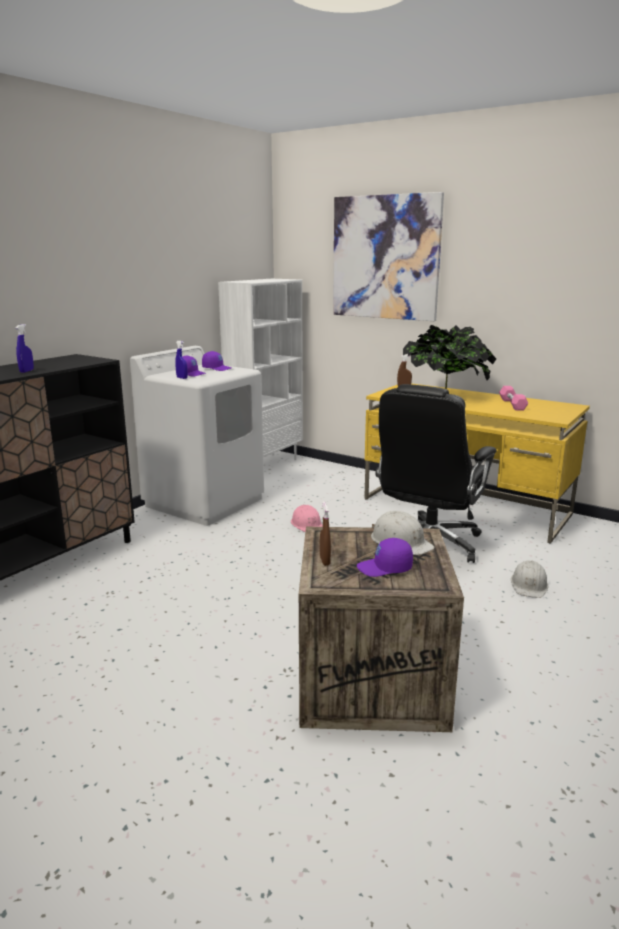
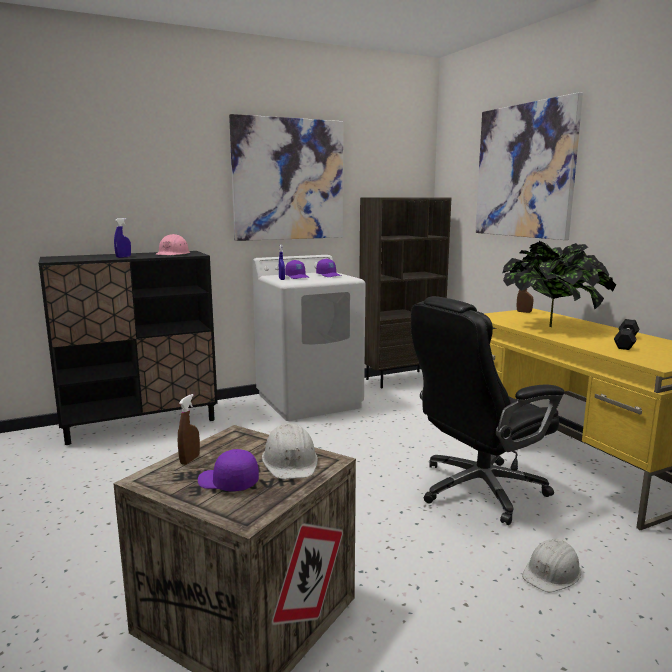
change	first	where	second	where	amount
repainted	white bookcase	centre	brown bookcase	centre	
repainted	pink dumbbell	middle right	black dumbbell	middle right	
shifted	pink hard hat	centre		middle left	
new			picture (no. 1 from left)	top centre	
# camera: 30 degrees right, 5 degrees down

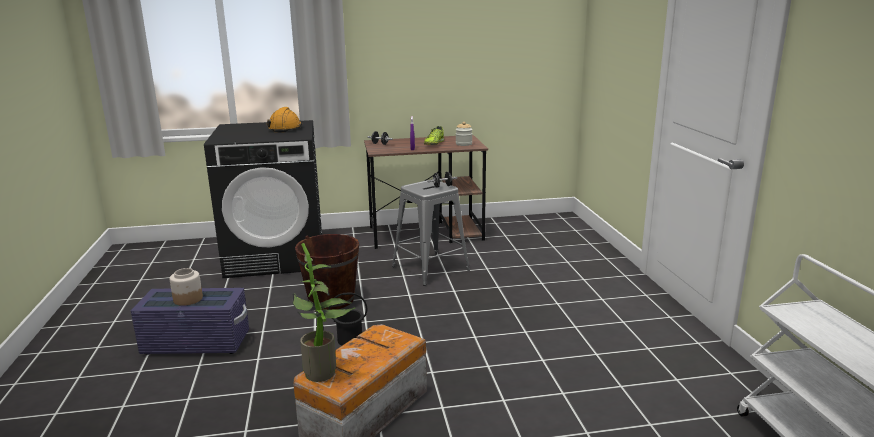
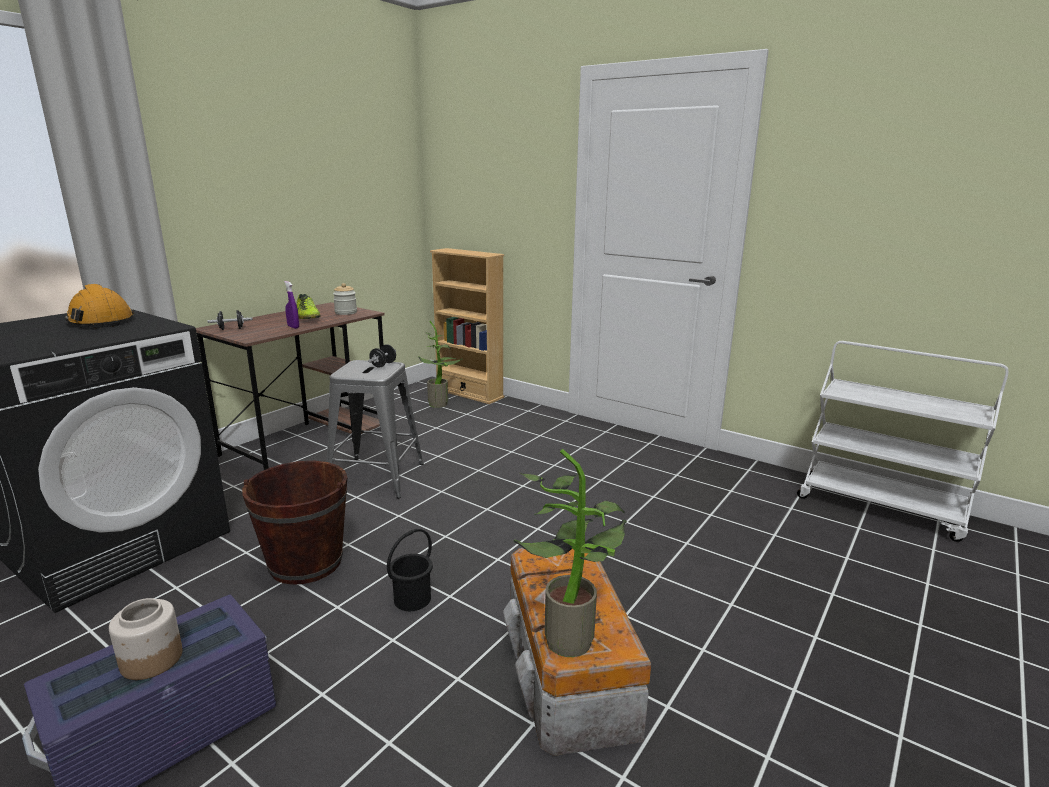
change	first	where	second	where	amount
new			beige bookcase	centre	
new			potted plant (no. 1 from left)	centre	
# camera: 45 degrees left, 0 degrees up

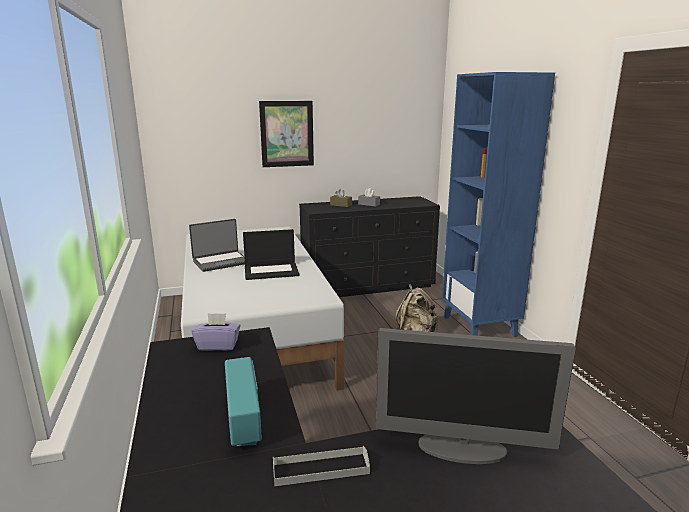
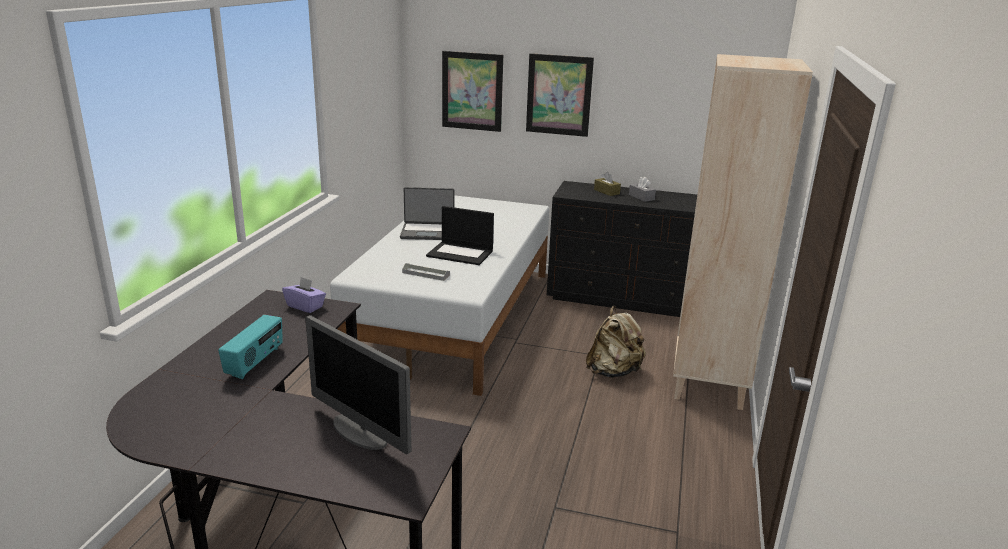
change	first	where	second	where	amount
repainted	blue bookcase	middle right	beige bookcase	middle right	
shifted	grey tray	bottom centre		centre	
new			picture (no. 1 from left)	top centre	
# camera: 30 degrees right, 5 degrees up

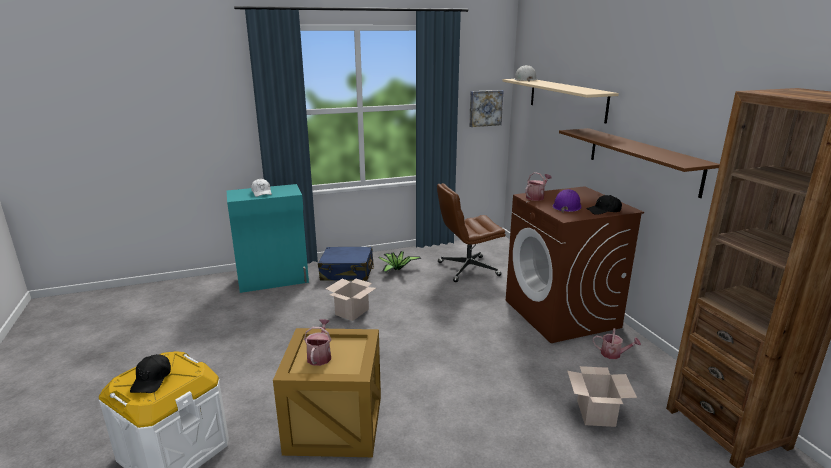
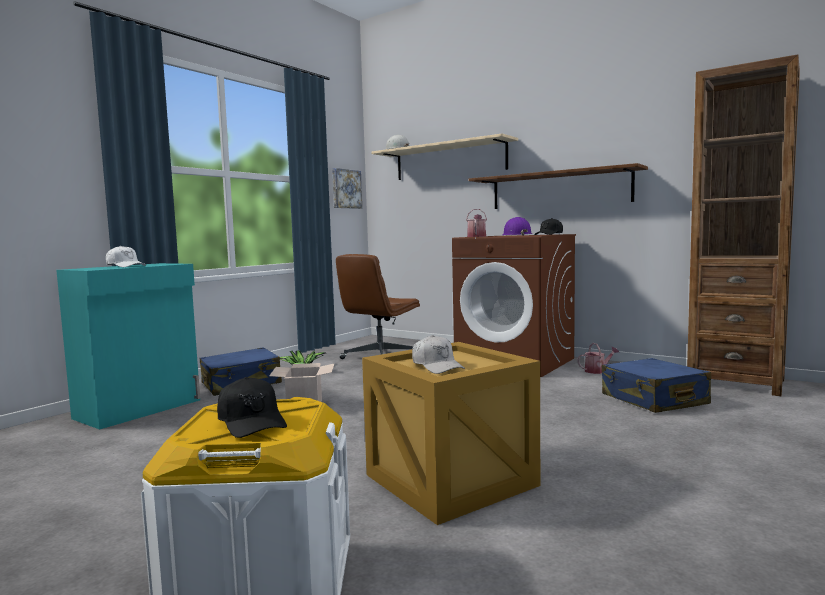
change	first	where	second	where	amount
swapped	watering can (no. 1 from left)	bottom centre	white cap (no. 2 from left)	centre	
swapped	cardboard box (no. 2 from left)	bottom right	blue suitcase (no. 2 from left)	middle right	
# camera: 35 degrees left, 15 degrees down

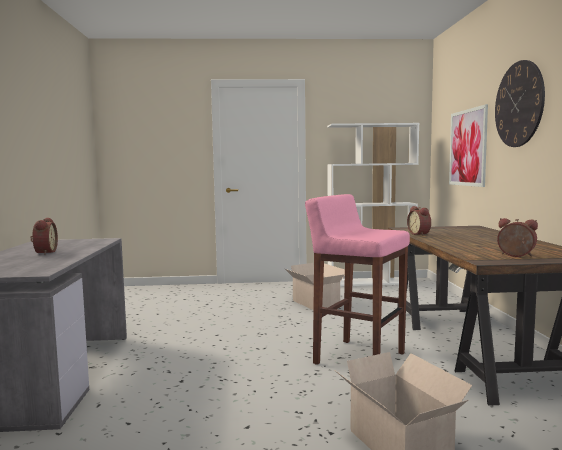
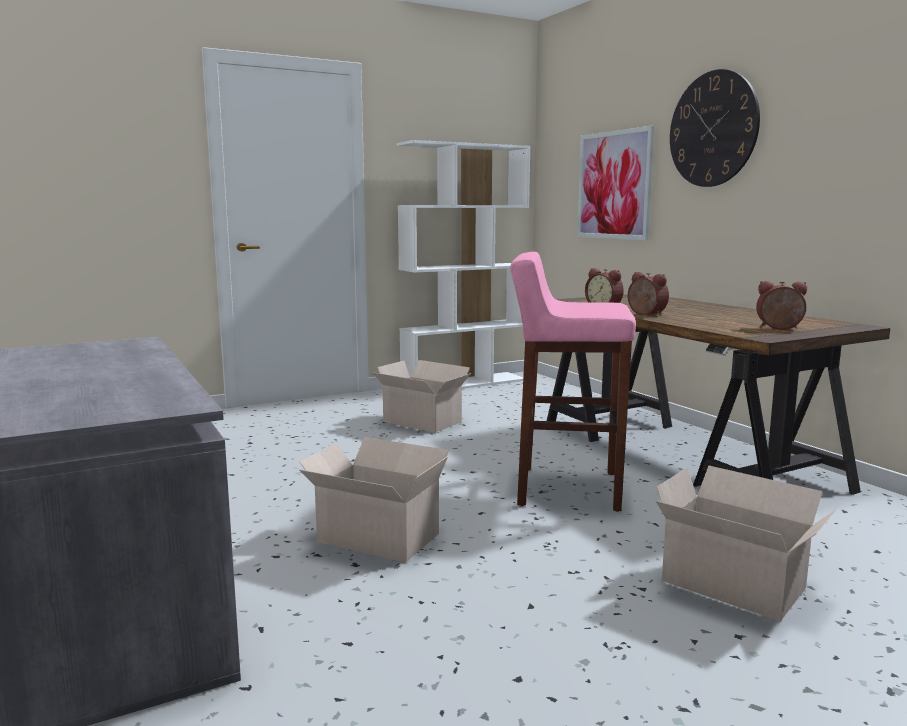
change	first	where	second	where	amount
shifted	alarm clock (no. 1 from left in the first image)	middle left	alarm clock (no. 2 from left)	middle right	
new			cardboard box (no. 1 from left)	bottom centre	
# camera: 25 degrees left, 5 degrees up

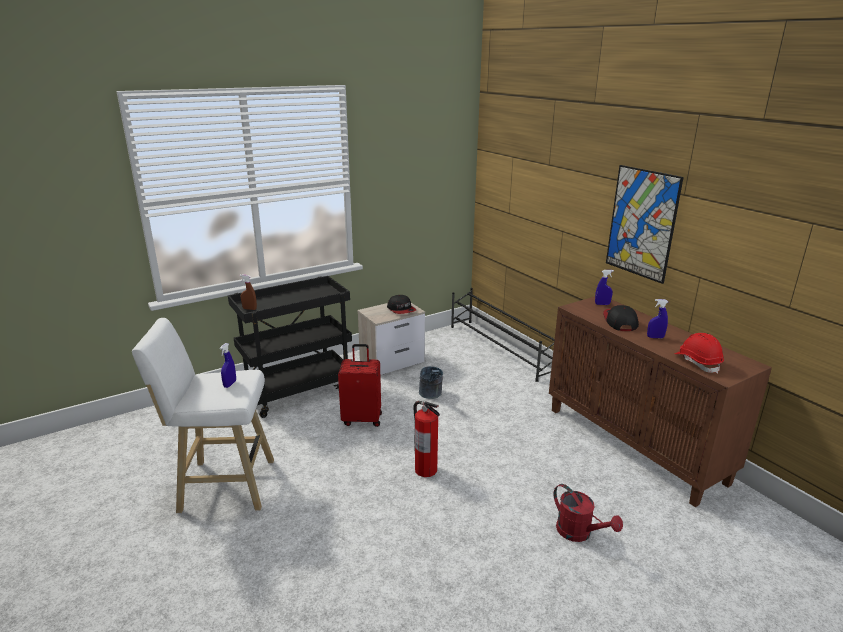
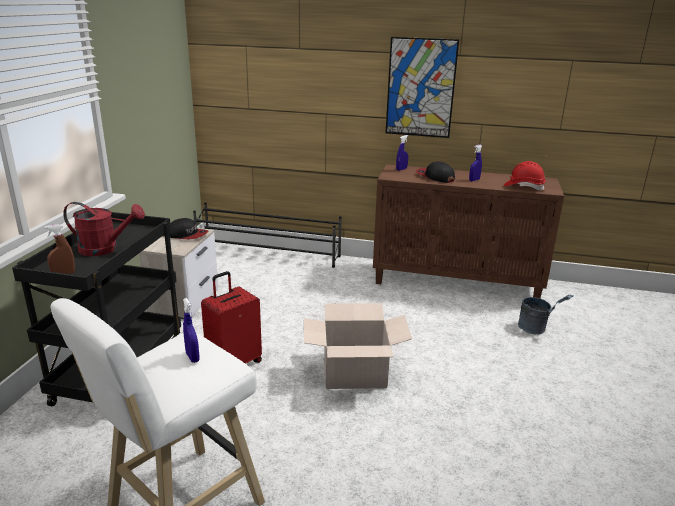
change	first	where	second	where	amount
shifted	grey bucket	centre		middle right	
swapped	fire extinguisher	bottom centre	cardboard box	bottom centre	
shifted	red watering can	bottom right		middle left	
# camera: 45 degrees left, 0 degrees up

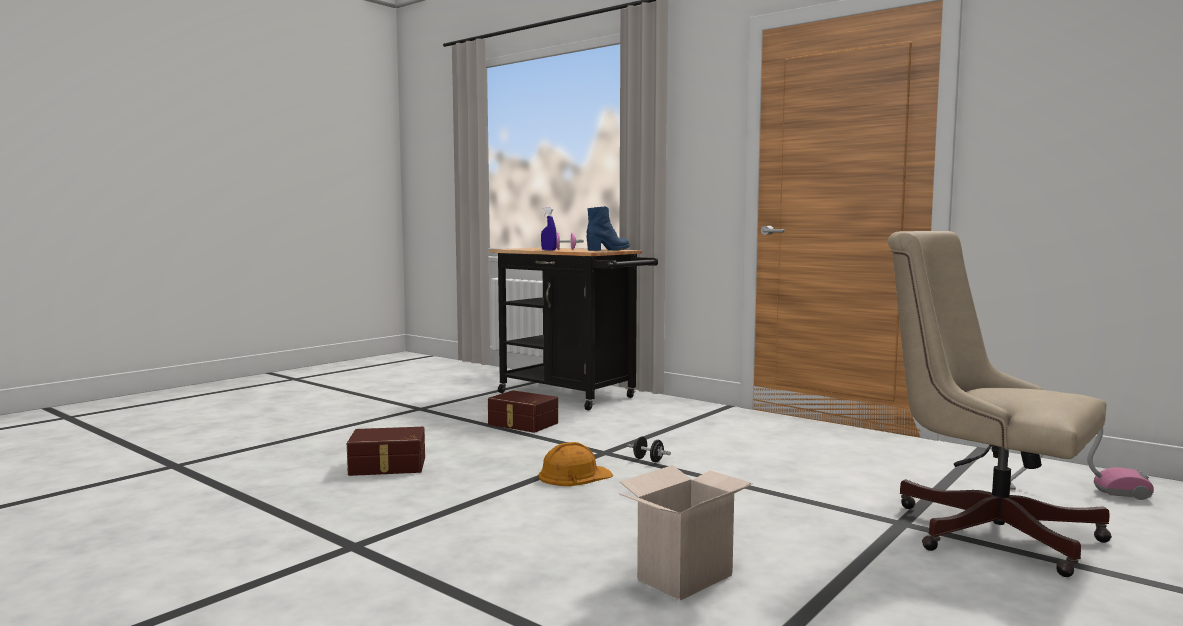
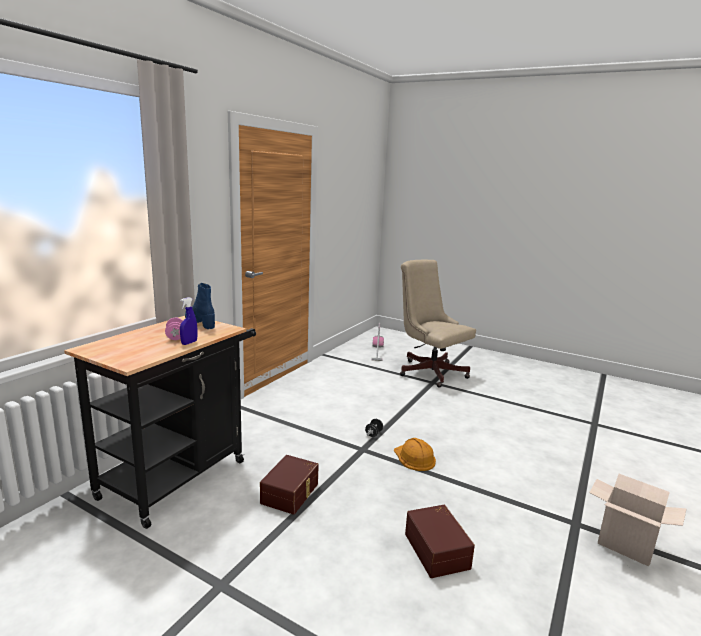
change	first	where	second	where	amount
rotated	beige office chair	middle right		centre	105 degrees clockwise
shifted	cardboard box	bottom centre		bottom right	
# camera: 100 degrees left, 10 degrees up

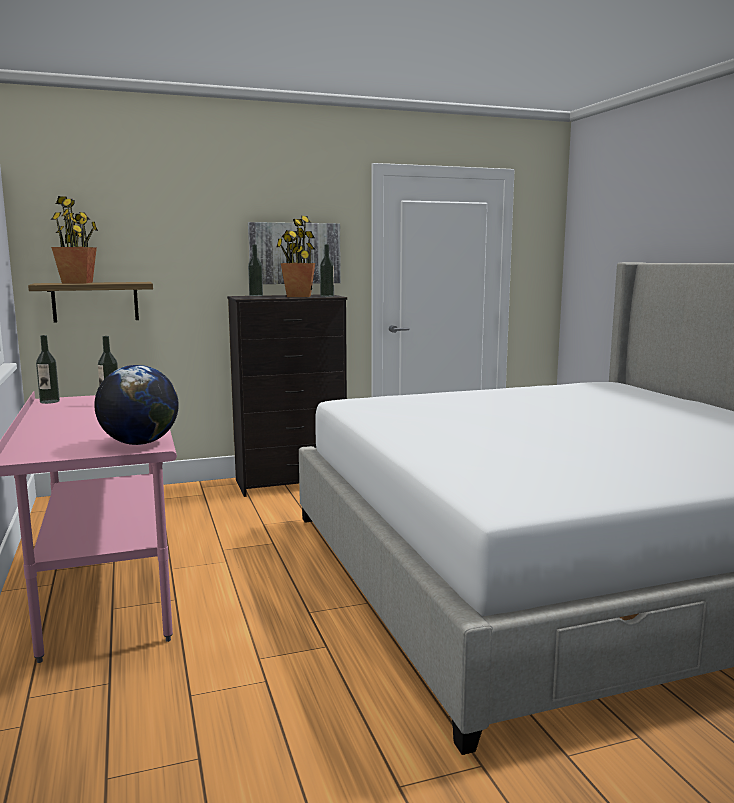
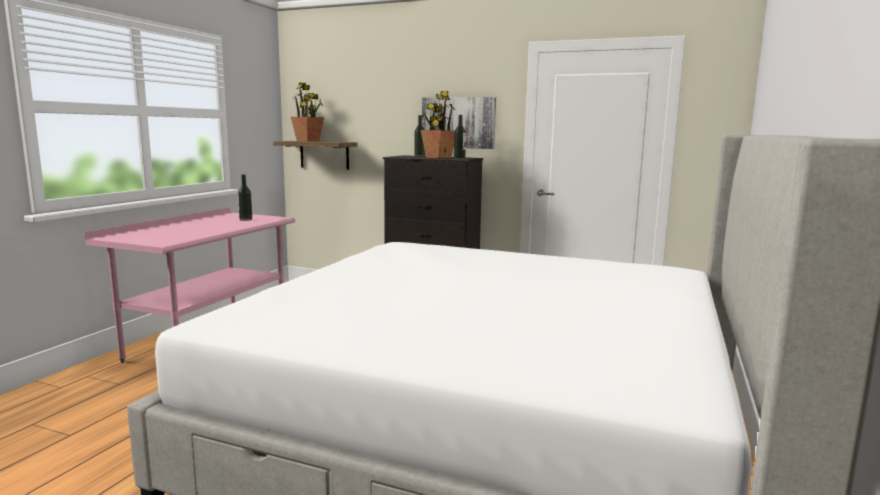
change	first	where	second	where	amount
gone	bottle (no. 1 from left)	middle left			
gone	globe	middle left			
# camera: 40 degrees right, 0 degrees up

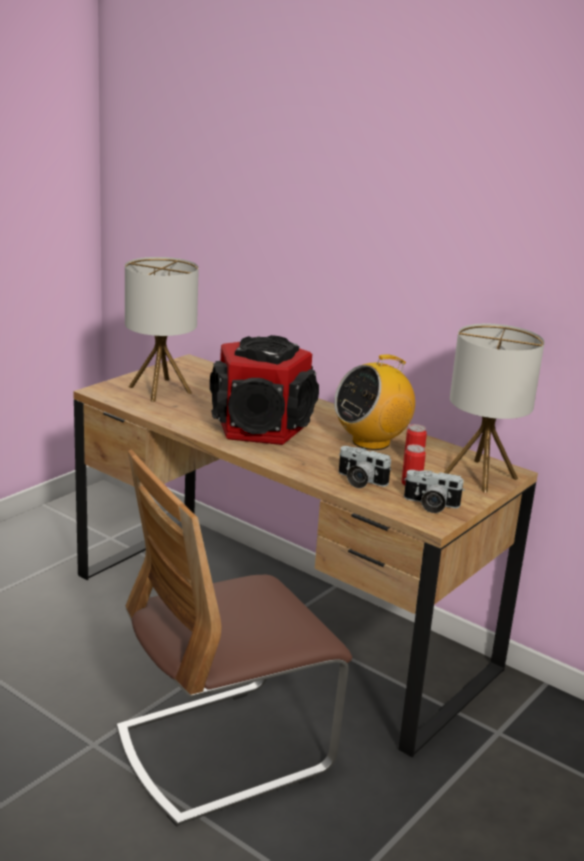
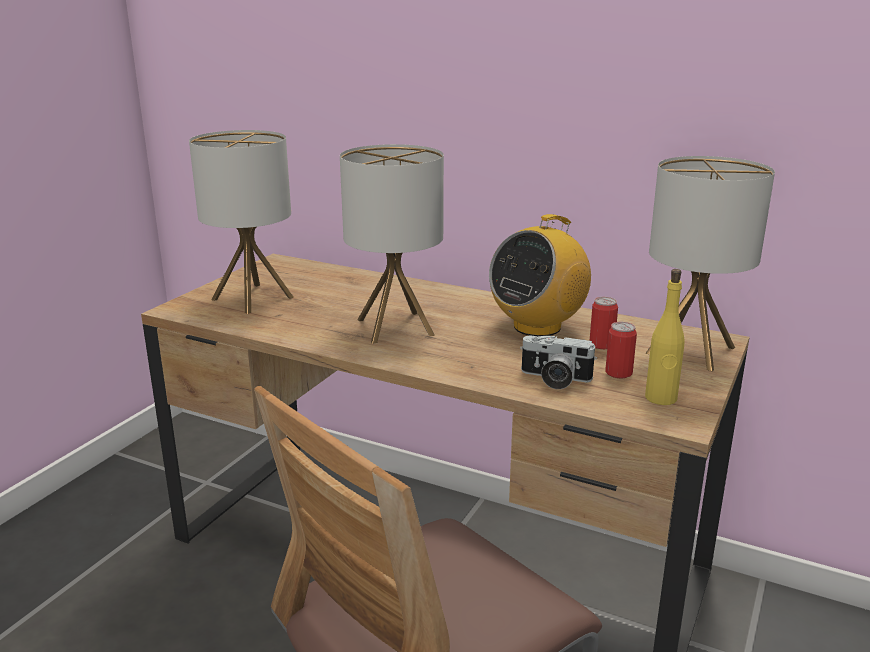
change	first	where	second	where	amount
swapped	speaker	centre	table lamp (no. 2 from left)	centre	
swapped	photo camera (no. 2 from left)	middle right	yellow bottle	middle right	
# camera: 10 degrees left, 0 degrees up

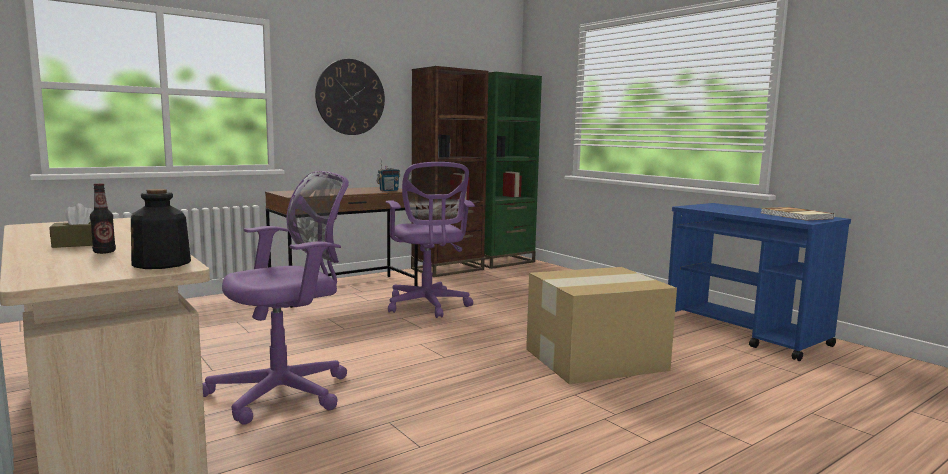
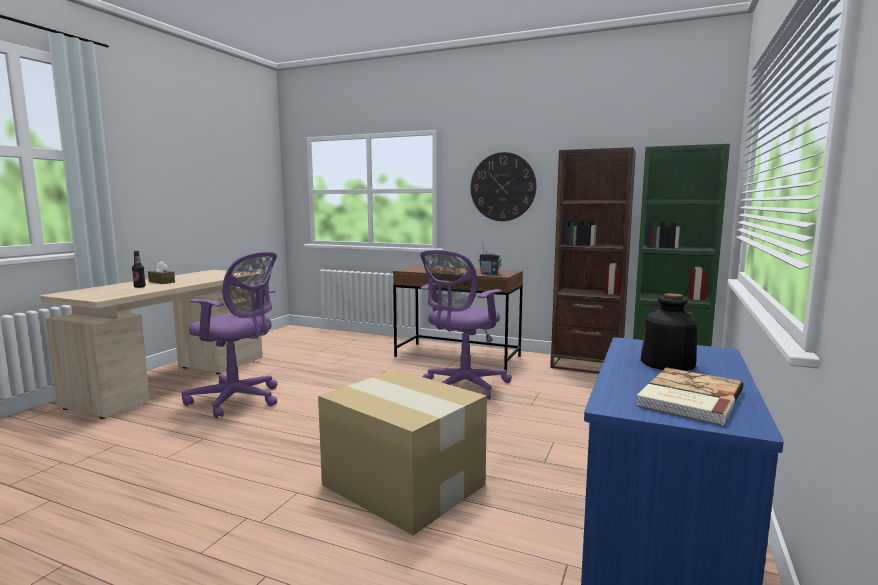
change	first	where	second	where	amount
shifted	bottle (no. 2 from left)	middle left		middle right	
# camera: 60 degrees right, 0 degrees up

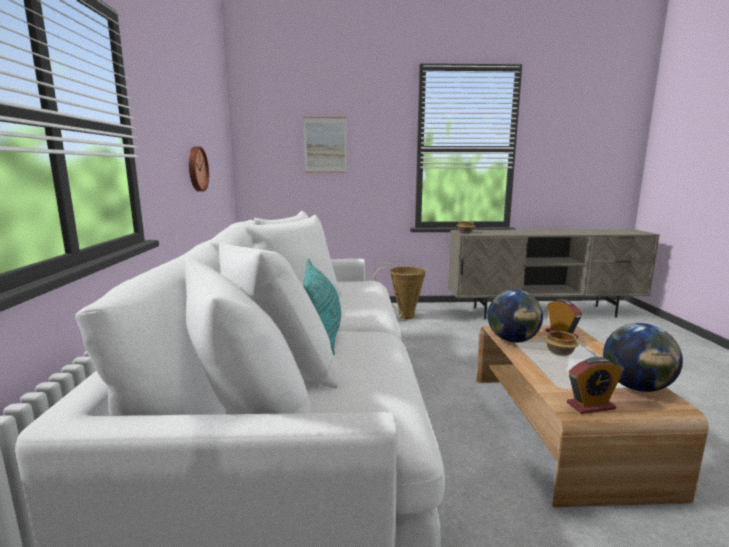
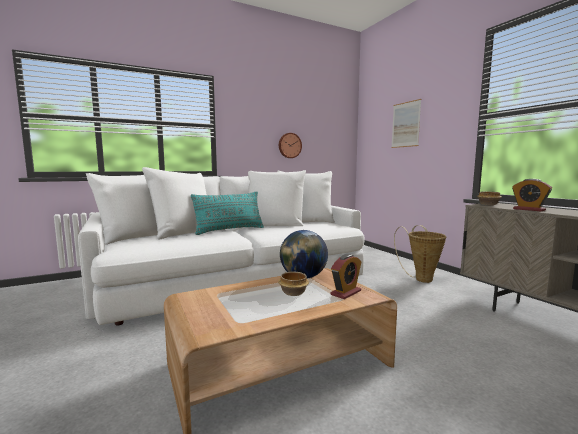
change	first	where	second	where	amount
gone	globe (no. 2 from left)	middle right			
shifted	alarm clock (no. 2 from left)	bottom right		middle right	
# camera: 65 degrees right, 5 degrees down

